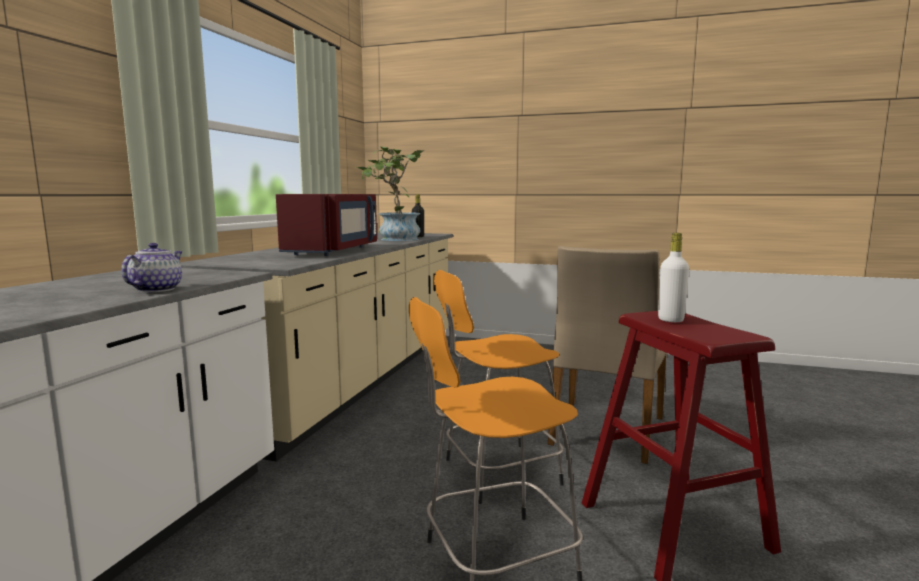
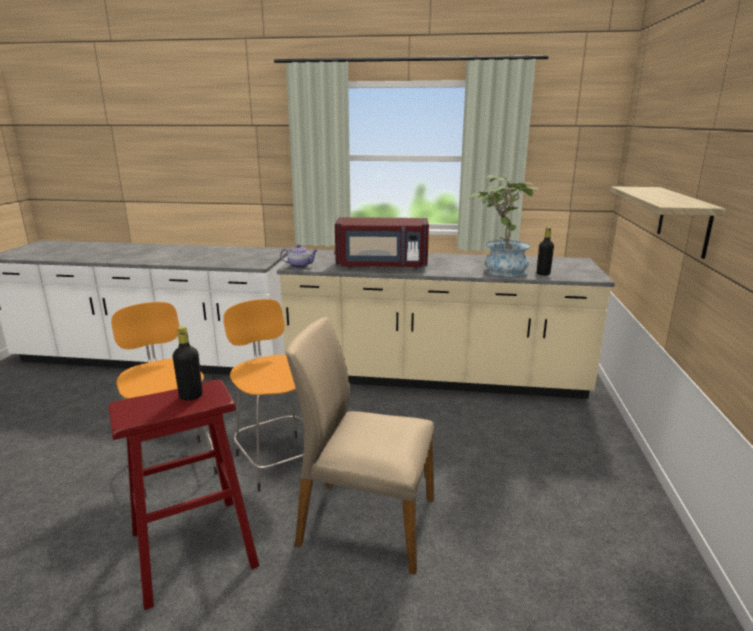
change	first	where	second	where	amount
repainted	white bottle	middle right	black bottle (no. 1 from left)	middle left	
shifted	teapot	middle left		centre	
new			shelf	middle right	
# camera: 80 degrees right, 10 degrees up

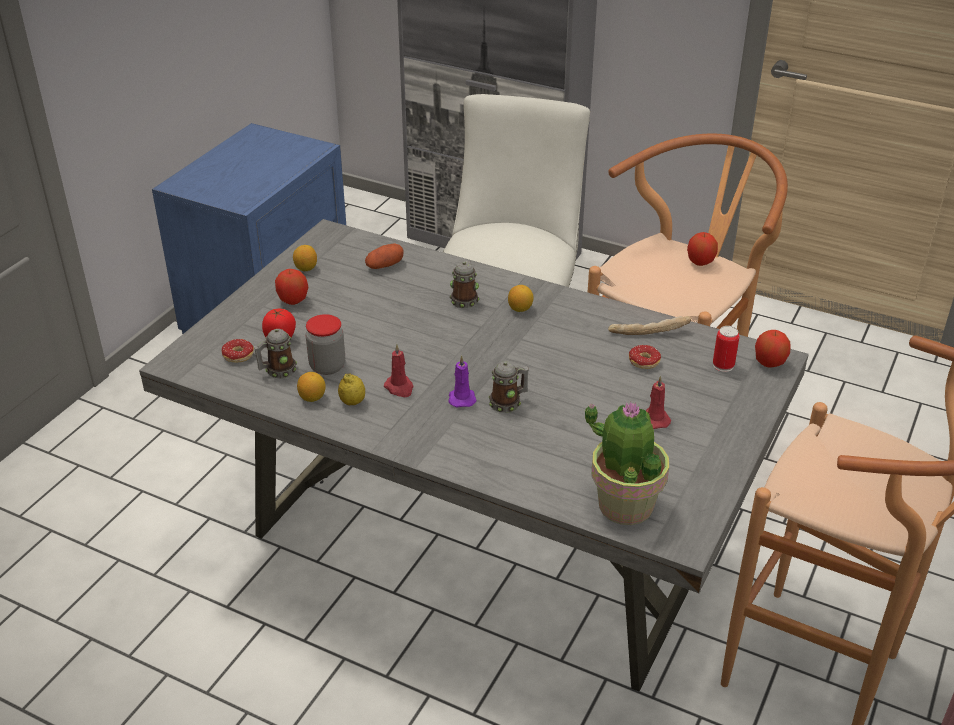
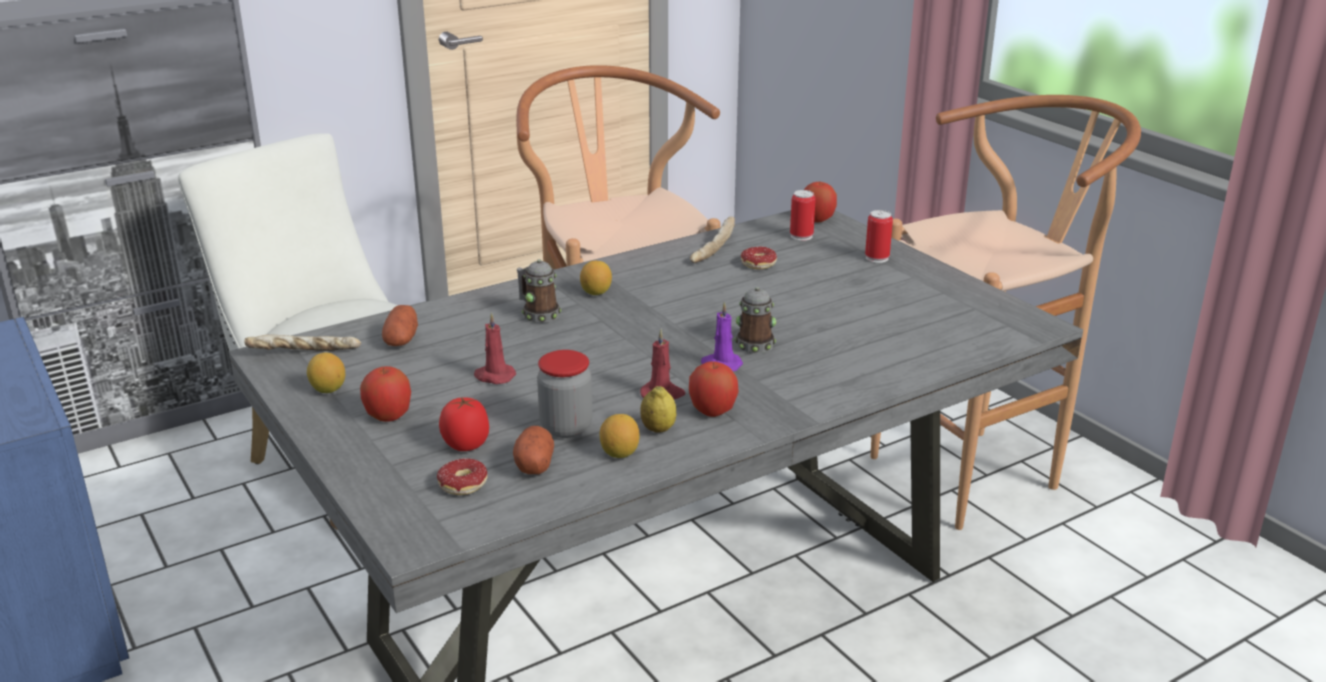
change	first	where	second	where	amount
shifted	apple (no. 2 from left)	middle right		centre	
swapped	mug (no. 1 from left)	middle left	potato (no. 2 from left)	centre	
shifted	red candle (no. 2 from left in the first image)	middle right	red candle (no. 1 from left)	centre	
gone	potted plant	centre			
new			can (no. 2 from left)	centre	
new			bread (no. 1 from left)	middle left	
# camera: 60 degrees left, 10 degrees down

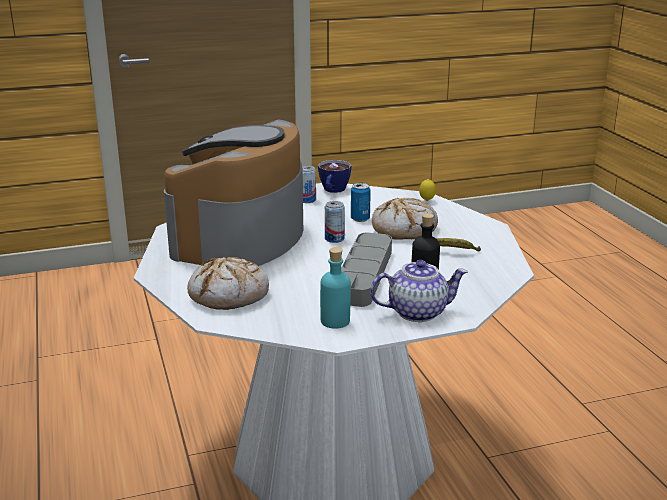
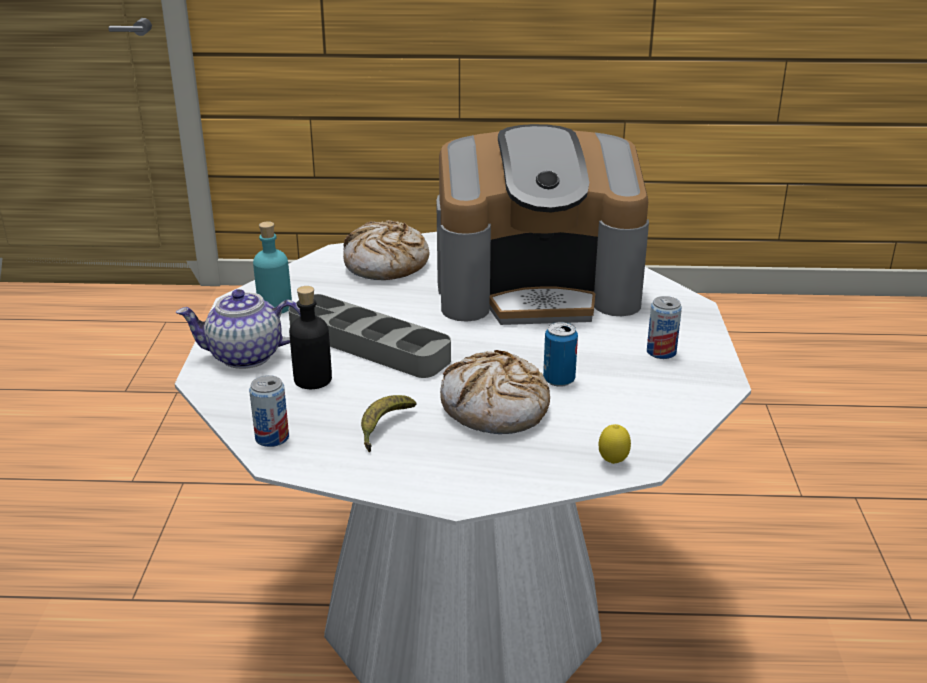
change	first	where	second	where	amount
rotated	coffee machine	centre		top centre	135 degrees clockwise
gone	cup	centre			
shifted	can (no. 2 from left in the first image)	centre	can (no. 1 from left)	middle left	
rotated	teapot	centre		middle left	75 degrees clockwise
# camera: 110 degrees right, 5 degrees up

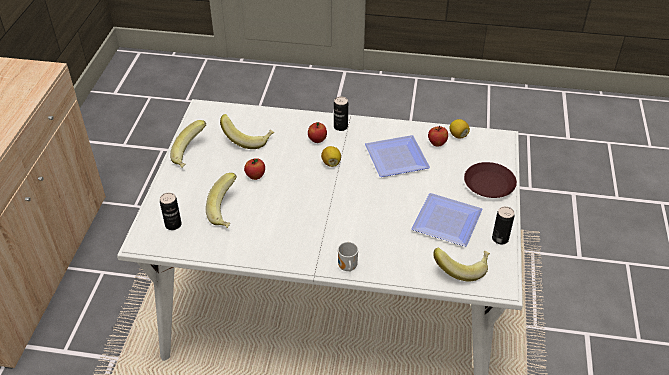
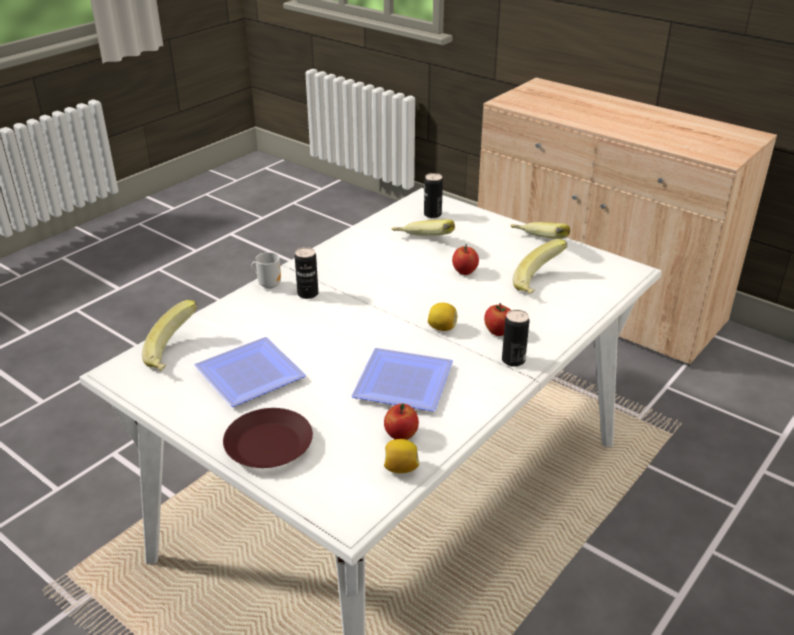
change	first	where	second	where	amount
shifted	can (no. 3 from left in the first image)	middle right	can (no. 1 from left)	centre	
# camera: 120 degrees right, 10 degrees down

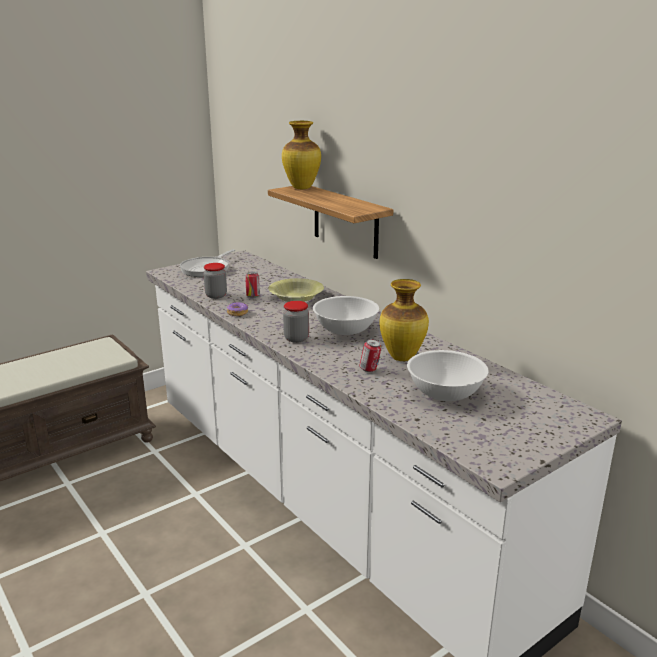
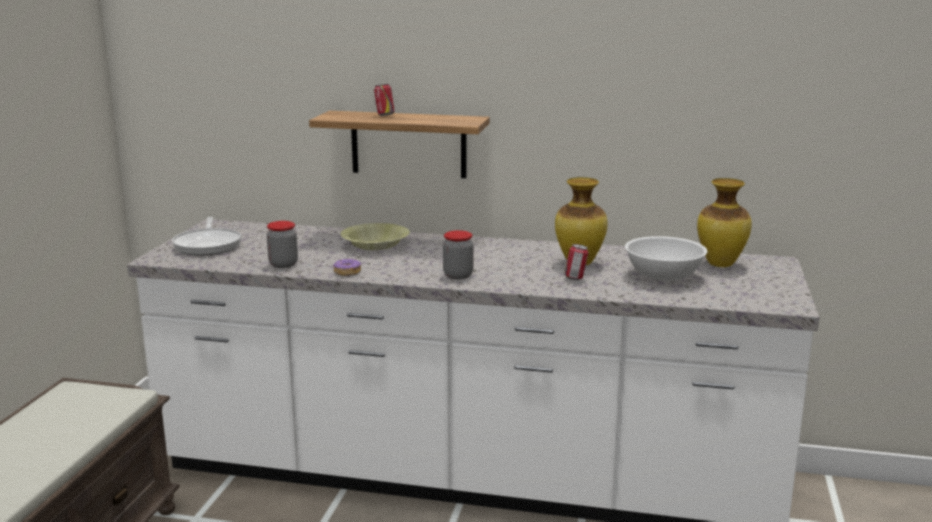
change	first	where	second	where	amount
shifted	vase (no. 1 from left in the first image)	top centre	vase (no. 2 from left)	middle right	
shifted	can (no. 1 from left)	centre		top centre	
gone	white bowl (no. 1 from left)	centre			
# camera: 40 degrees left, 5 degrees down

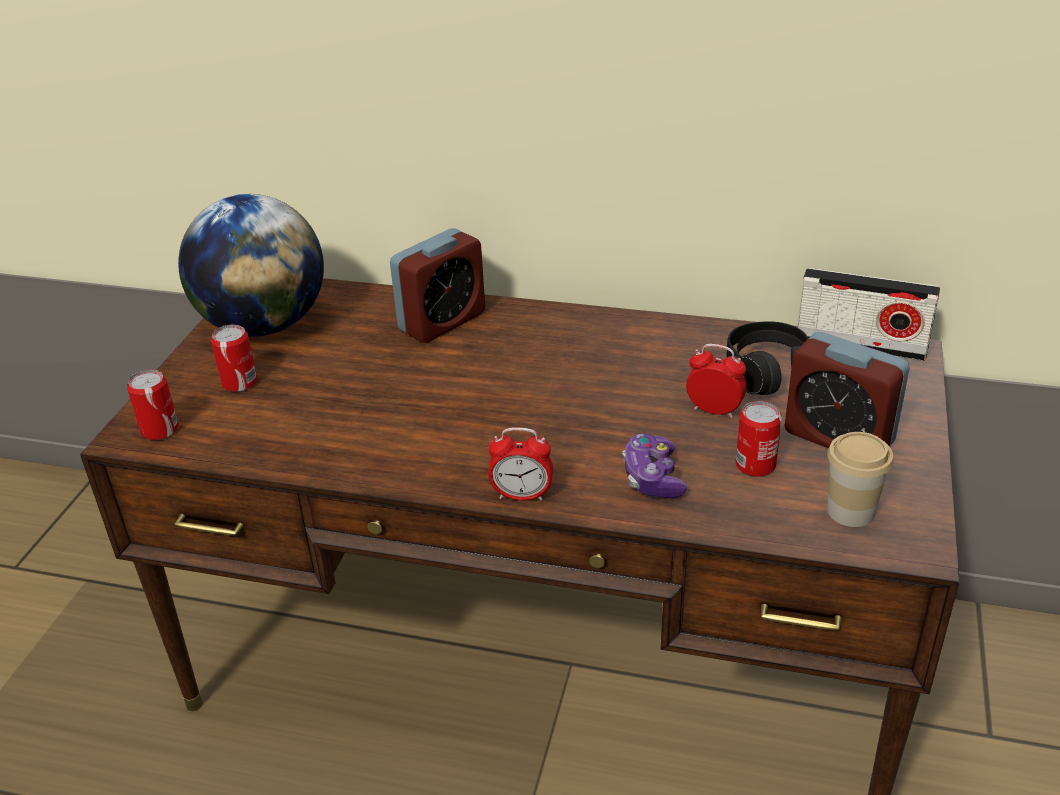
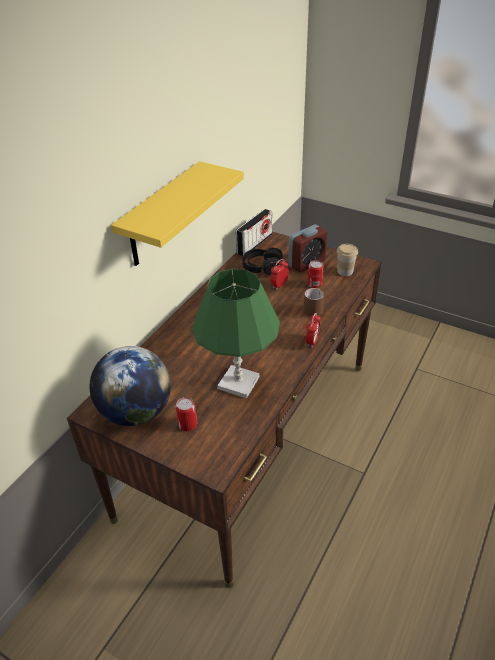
change	first	where	second	where	amount
gone	alarm clock (no. 1 from left)	centre			
gone	can (no. 1 from left)	middle left			
swapped	game controller	centre	brown mug	centre	
new			yellow shelf	top centre	
new			green table lamp	centre	
# camera: 75 degrees left, 5 degrees up

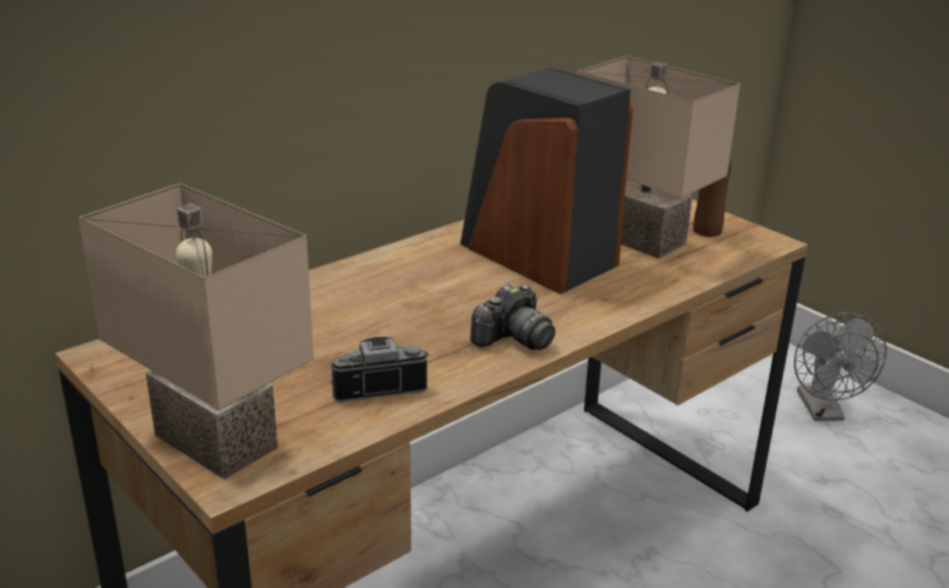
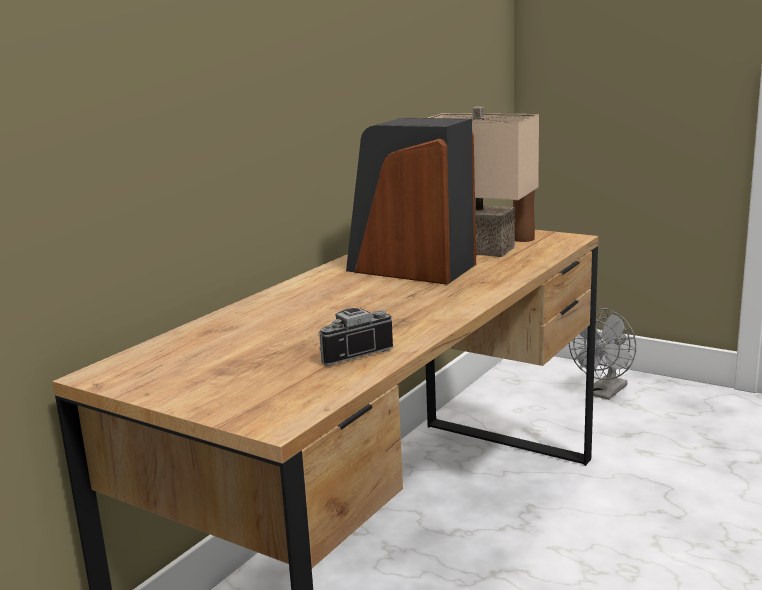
change	first	where	second	where	amount
gone	beige table lamp (no. 1 from left)	middle left			
gone	photo camera (no. 2 from left)	centre			
rotated	grey fan	middle right		middle right	60 degrees clockwise
# camera: 15 degrees left, 10 degrees down

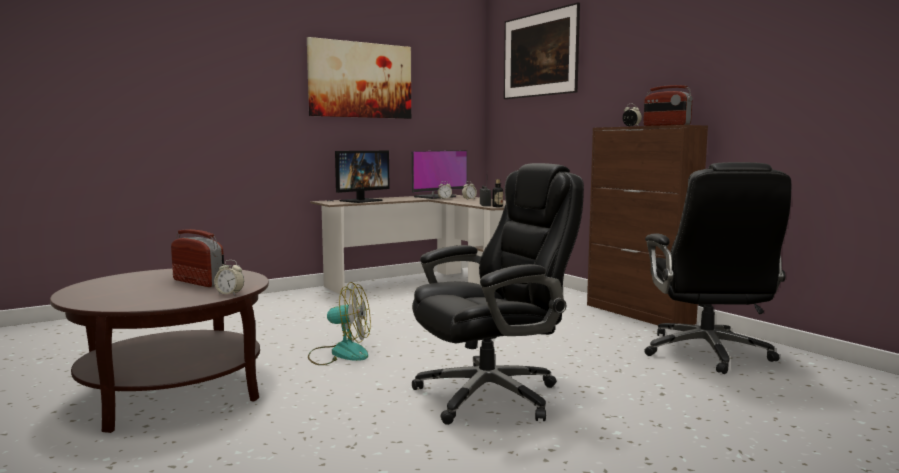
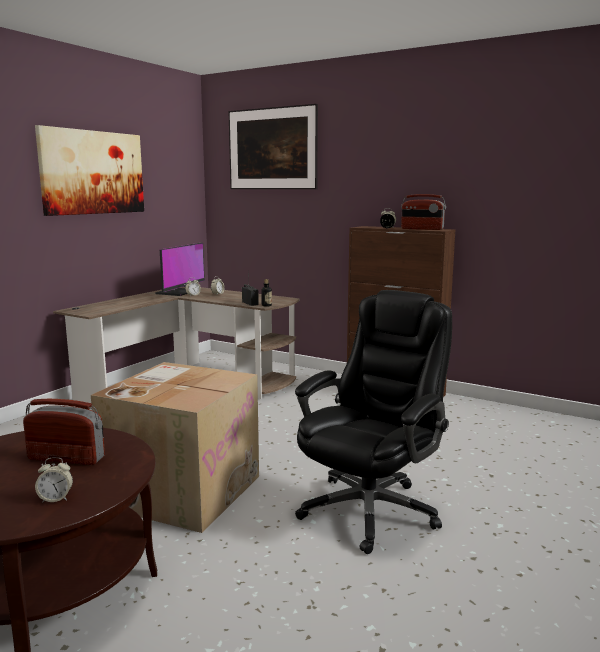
change	first	where	second	where	amount
gone	monitor (no. 1 from left)	centre			
gone	black office chair (no. 2 from left)	middle right			
shifted	alarm clock (no. 1 from left)	middle left		bottom left	
swapped	fan	bottom centre	cardboard box	bottom left	
# camera: 25 degrees left, 5 degrees up

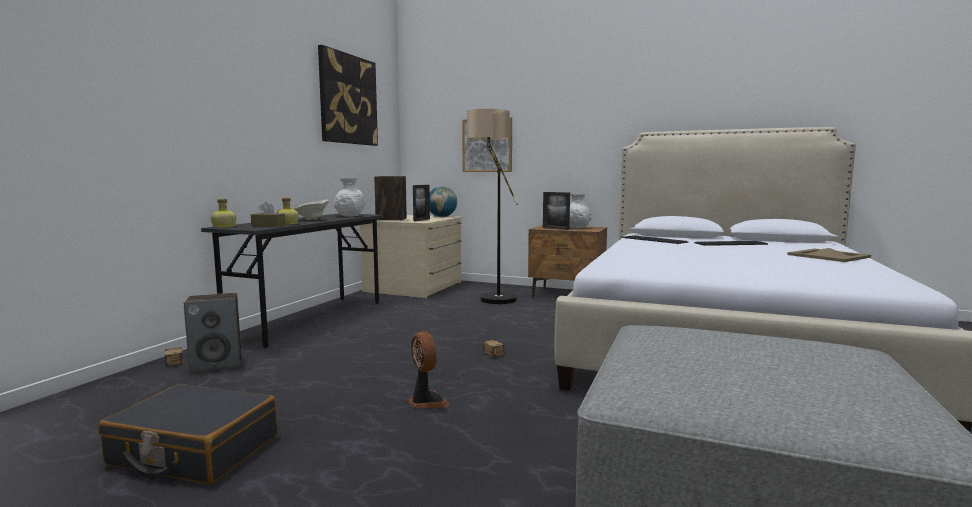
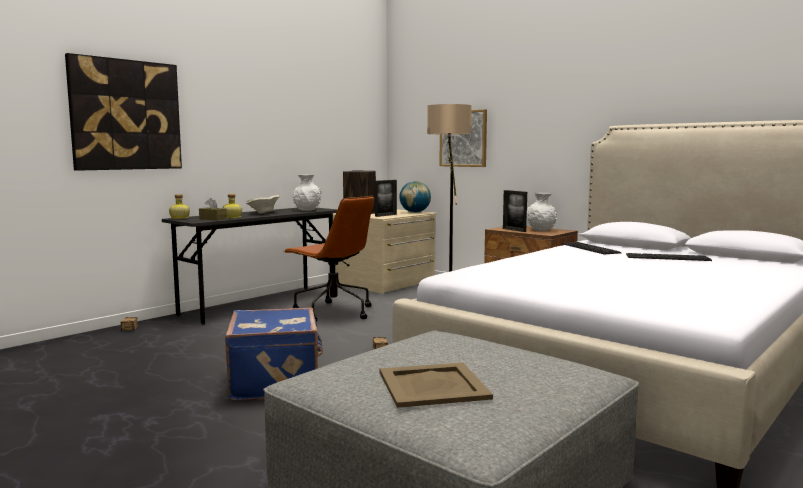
change	first	where	second	where	amount
shifted	picture (no. 1 from left)	top centre		top left	
shifted	beige tray	middle right		bottom centre	
gone	speaker (no. 1 from left)	middle left			
swapped	fan	bottom centre	blue suitcase	bottom centre	
gone	black suitcase	bottom left			
new			brown office chair	centre	
# camera: 20 degrees right, 0 degrees up

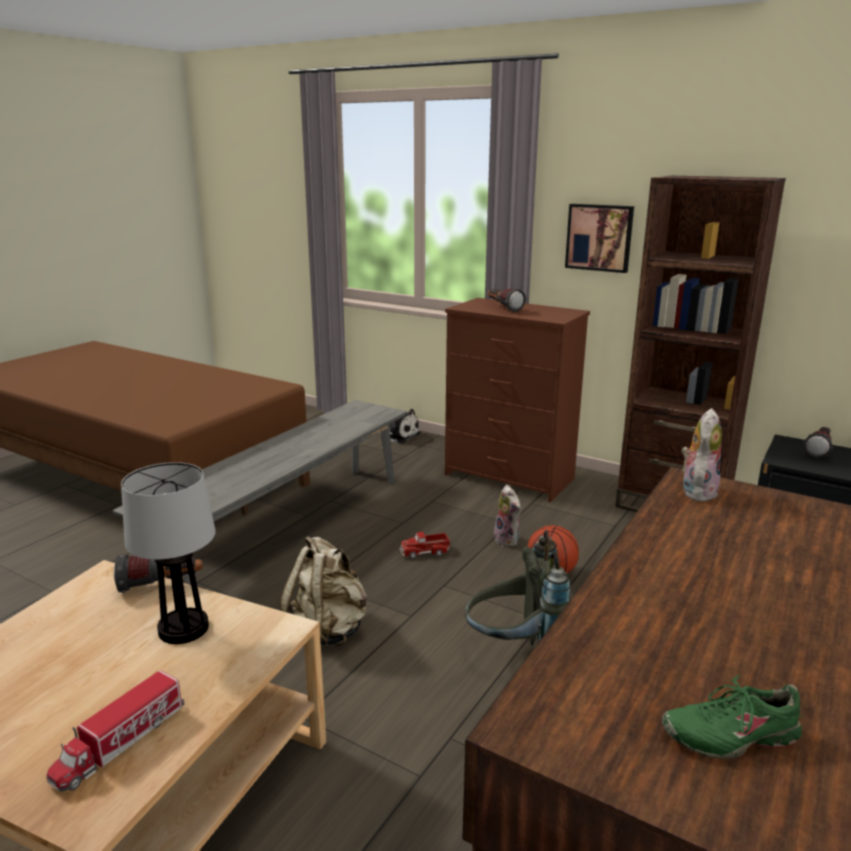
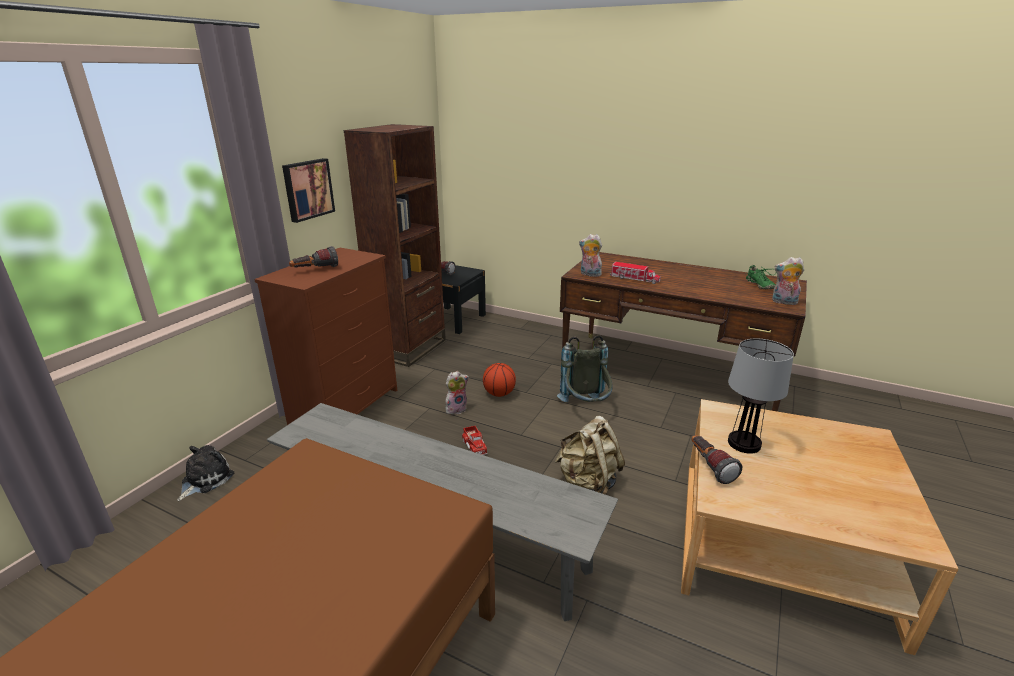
change	first	where	second	where	amount
shifted	toy truck (no. 1 from left in the first image)	bottom left	toy truck (no. 2 from left)	centre	
new			plush toy (no. 4 from left)	middle right	
# camera: 95 degrees left, 5 degrees up

